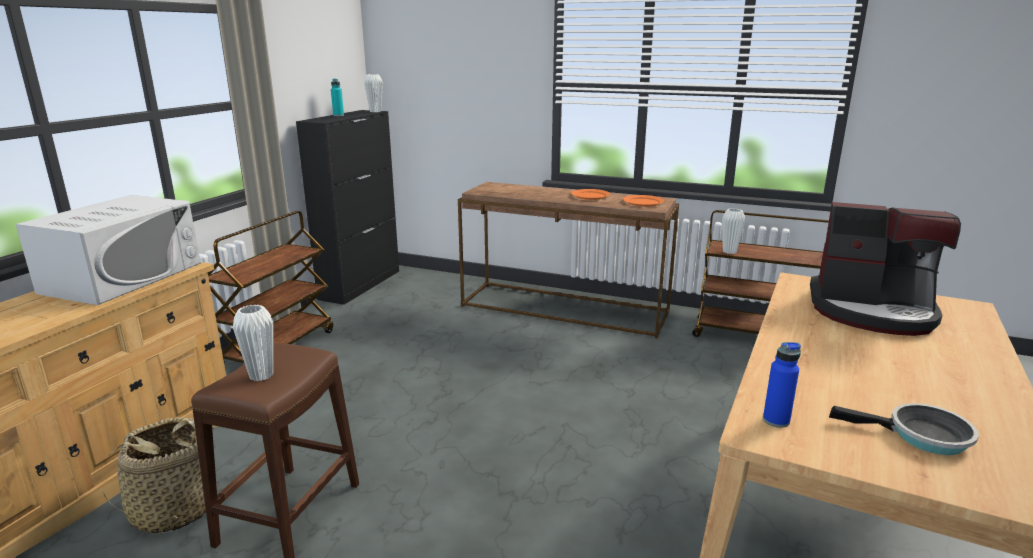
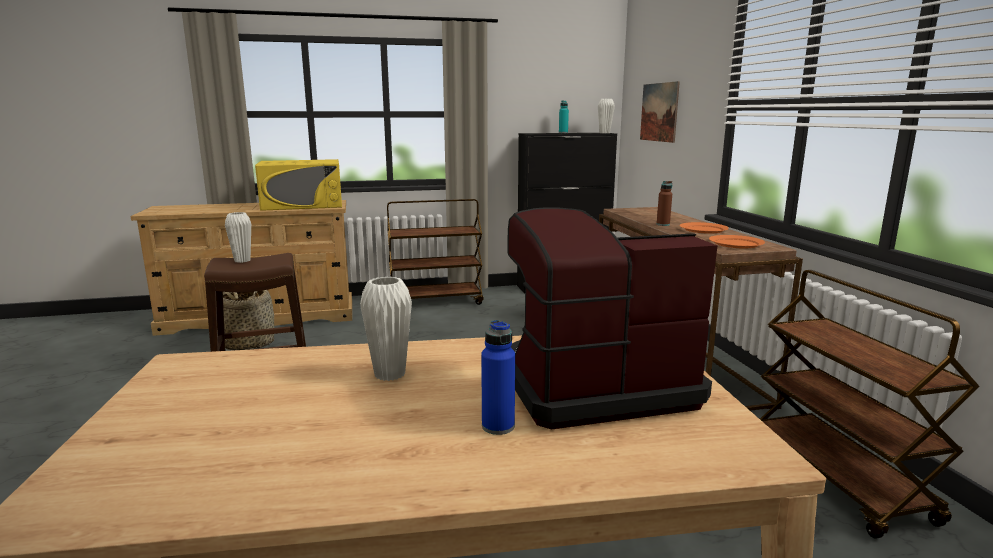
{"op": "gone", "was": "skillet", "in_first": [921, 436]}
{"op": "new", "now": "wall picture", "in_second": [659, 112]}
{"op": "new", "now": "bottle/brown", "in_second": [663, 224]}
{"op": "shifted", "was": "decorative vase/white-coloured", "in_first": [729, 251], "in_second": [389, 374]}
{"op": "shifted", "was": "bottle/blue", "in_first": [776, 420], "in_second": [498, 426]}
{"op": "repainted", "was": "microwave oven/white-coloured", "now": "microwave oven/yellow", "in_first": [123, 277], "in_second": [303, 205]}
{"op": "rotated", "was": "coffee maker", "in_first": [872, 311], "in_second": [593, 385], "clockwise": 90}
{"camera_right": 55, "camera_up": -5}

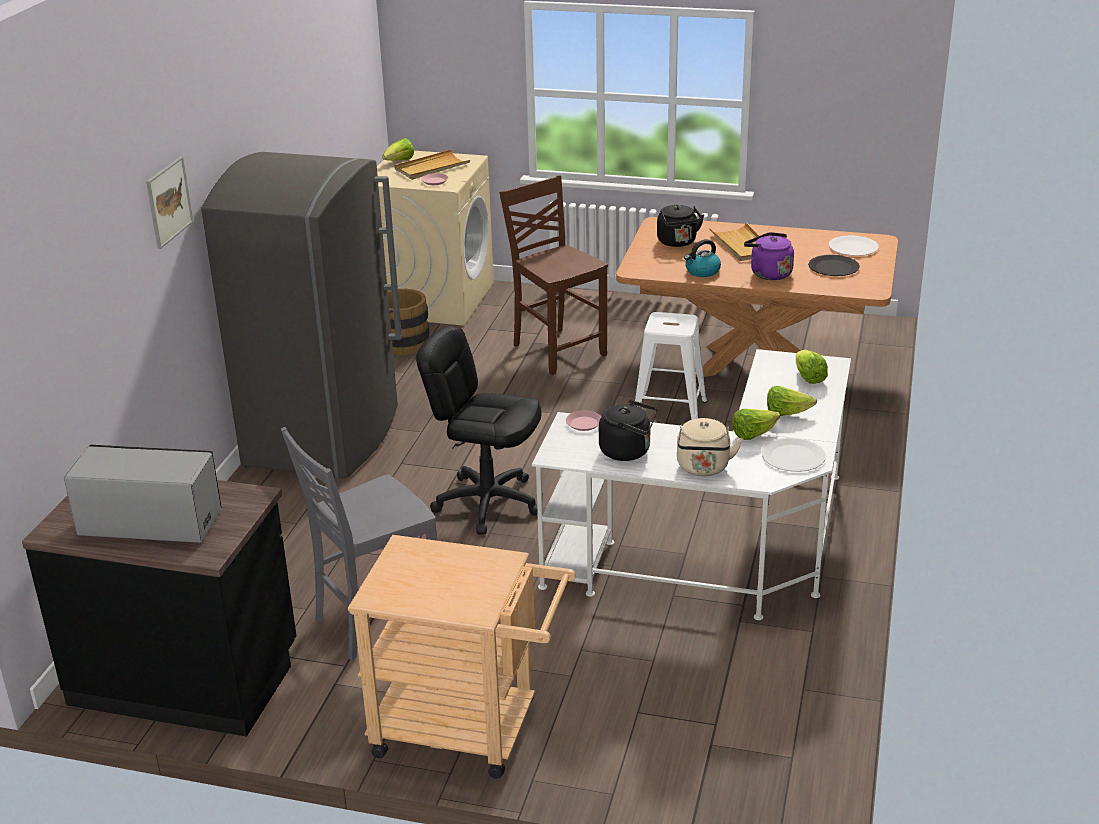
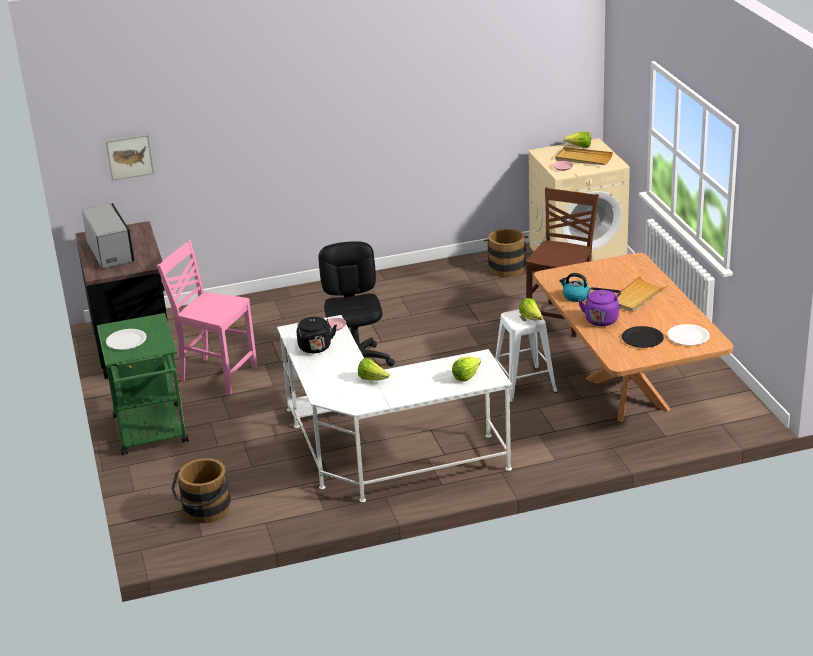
{"op": "gone", "was": "kitchen fridge/greyish", "in_first": [325, 437]}
{"op": "gone", "was": "water kettle/black", "in_first": [678, 242]}
{"op": "gone", "was": "water kettle/sand-coloured", "in_first": [703, 468]}
{"op": "new", "now": "water bucket/brown", "in_second": [205, 512]}
{"op": "shifted", "was": "wall picture", "in_first": [168, 202], "in_second": [129, 157]}
{"op": "shifted", "was": "flat dish/white-coloured", "in_first": [793, 457], "in_second": [126, 340]}
{"op": "shifted", "was": "head of lettuce", "in_first": [786, 413], "in_second": [531, 318]}
{"op": "repainted", "was": "plain chair/greyish", "now": "plain chair/pink", "in_first": [375, 622], "in_second": [217, 375]}
{"op": "repainted", "was": "wheeled cart/sand-coloured", "now": "wheeled cart/green", "in_first": [469, 730], "in_second": [152, 434]}
{"camera_right": 60, "camera_up": 0}

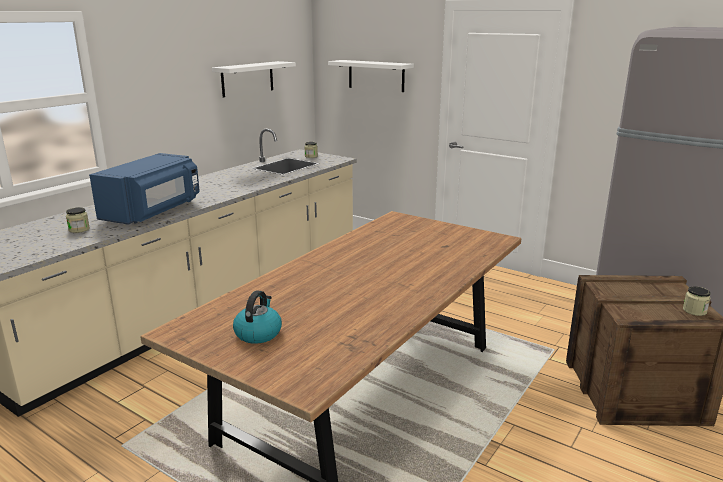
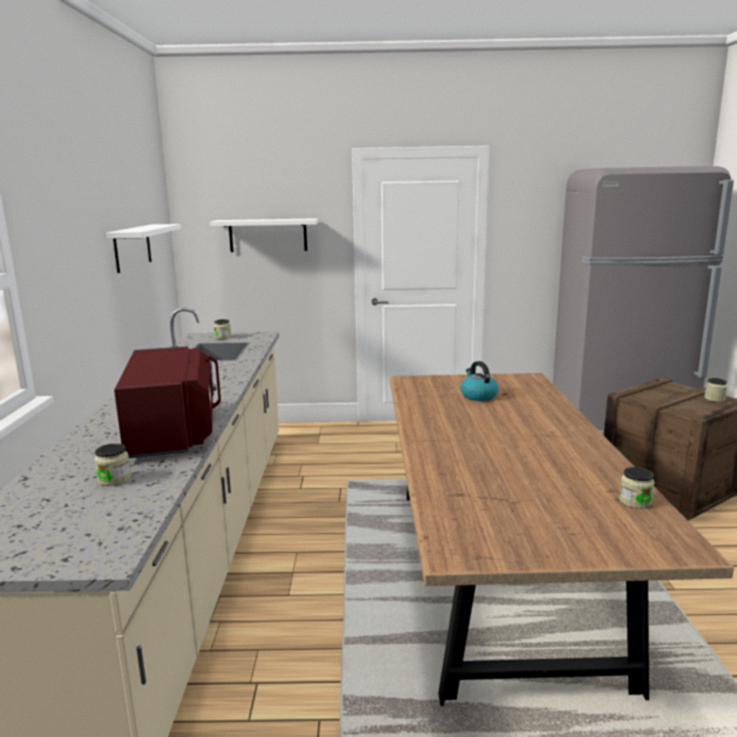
{"op": "new", "now": "preserve jar", "in_second": [635, 501]}
{"op": "shifted", "was": "water kettle", "in_first": [258, 333], "in_second": [478, 396]}
{"op": "repainted", "was": "microwave oven/blue", "now": "microwave oven/reddish", "in_first": [154, 212], "in_second": [174, 432]}
{"camera_right": -35, "camera_up": -5}

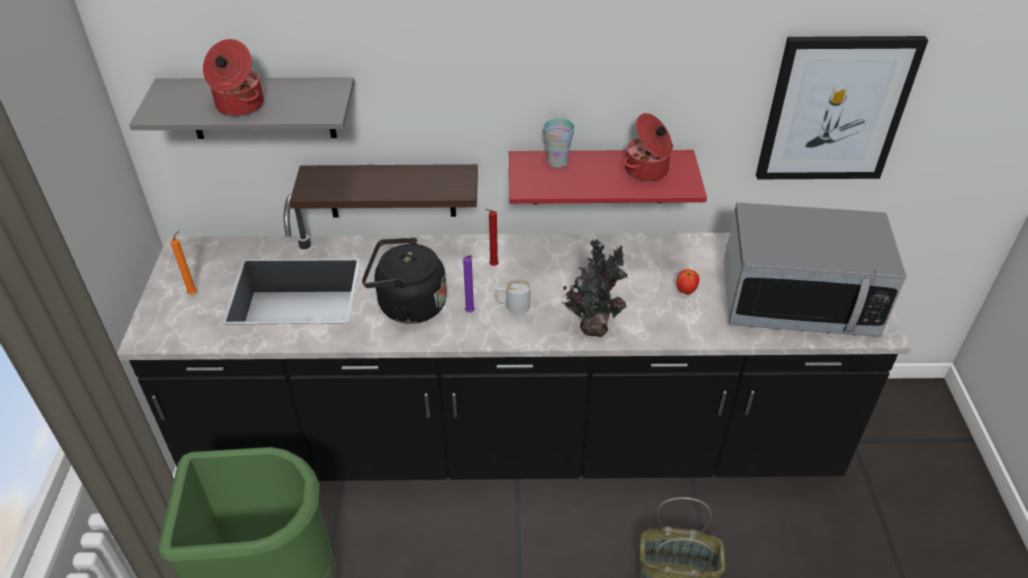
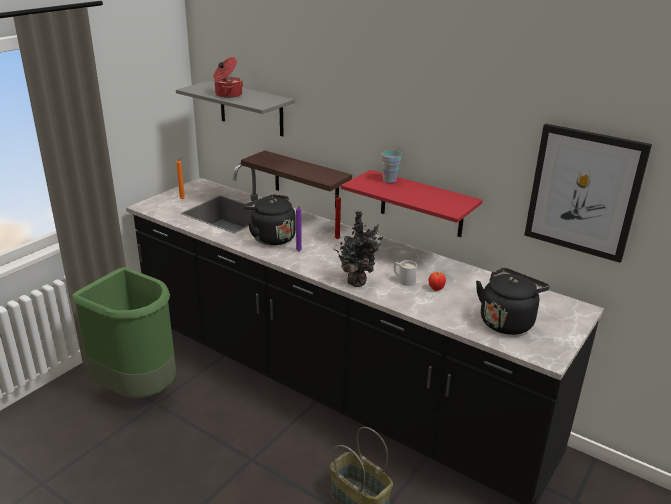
{"op": "gone", "was": "saucepot", "in_first": [647, 170]}
{"op": "shifted", "was": "coffee mug/white-coloured", "in_first": [512, 306], "in_second": [403, 280]}
{"op": "swapped", "was": "microwave oven", "now": "water kettle/black", "in_first": [798, 301], "in_second": [507, 321]}
{"camera_right": 35, "camera_up": -15}

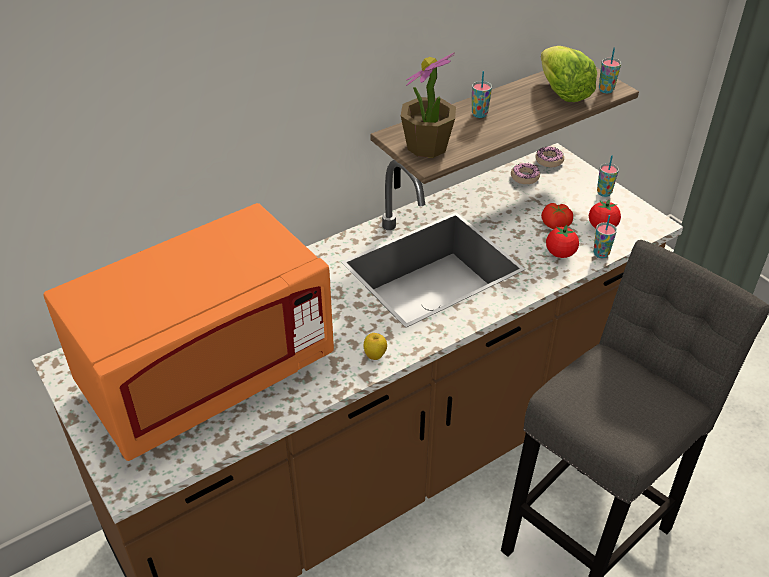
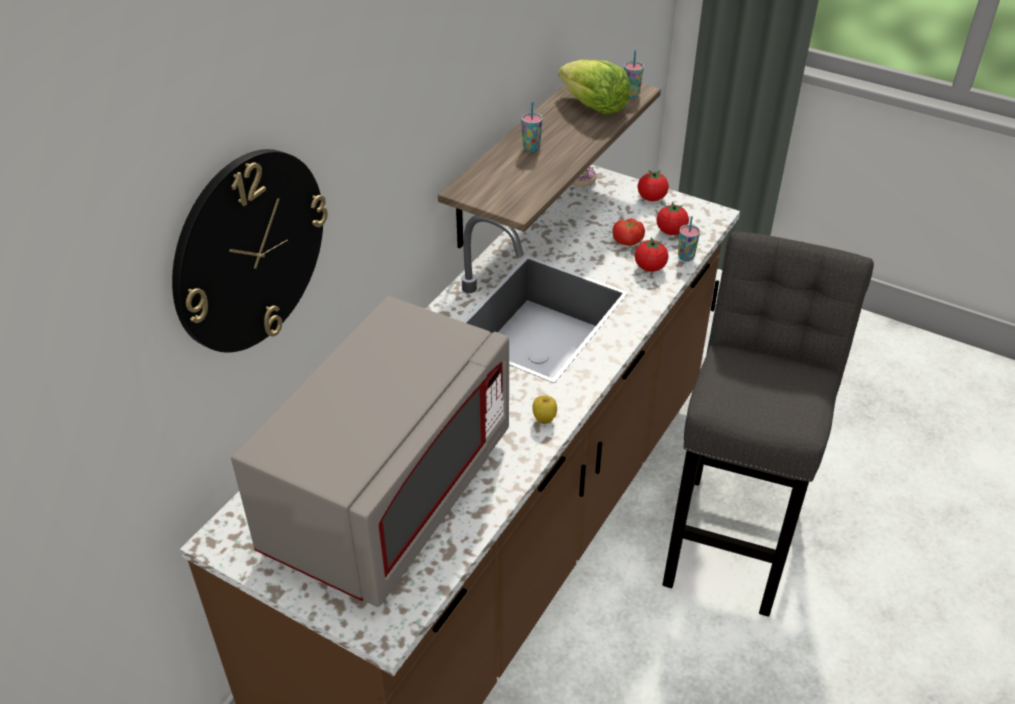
{"op": "gone", "was": "plant in a pot", "in_first": [427, 147]}
{"op": "gone", "was": "donut", "in_first": [524, 177]}
{"op": "new", "now": "wall clock", "in_second": [249, 251]}
{"op": "swapped", "was": "cup", "now": "tomato", "in_first": [604, 193], "in_second": [651, 198]}
{"op": "repainted", "was": "microwave oven/orange", "now": "microwave oven/greyish", "in_first": [208, 374], "in_second": [390, 495]}
{"camera_right": -25, "camera_up": 0}

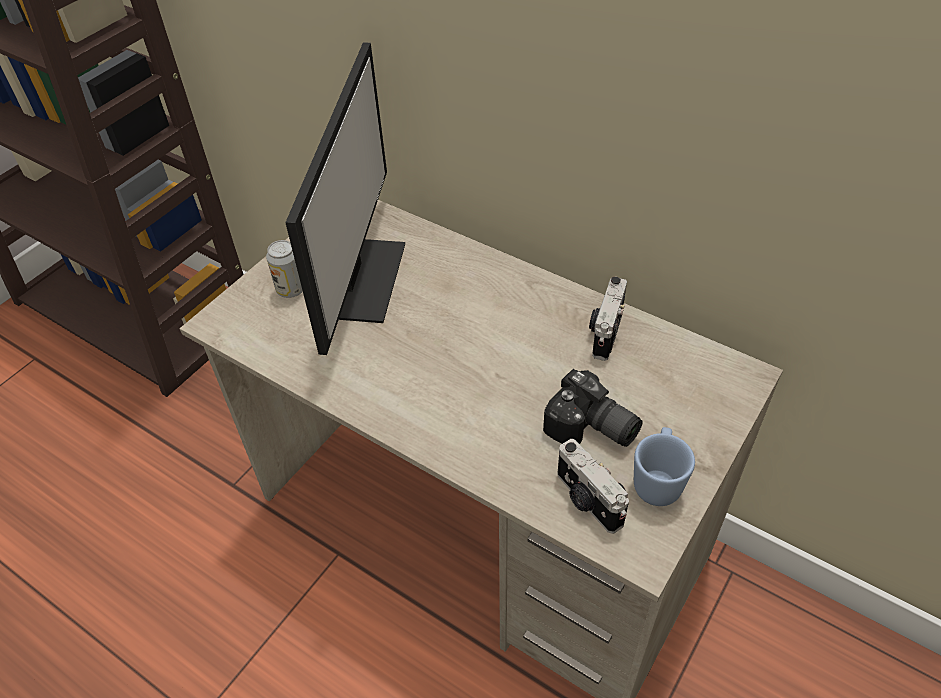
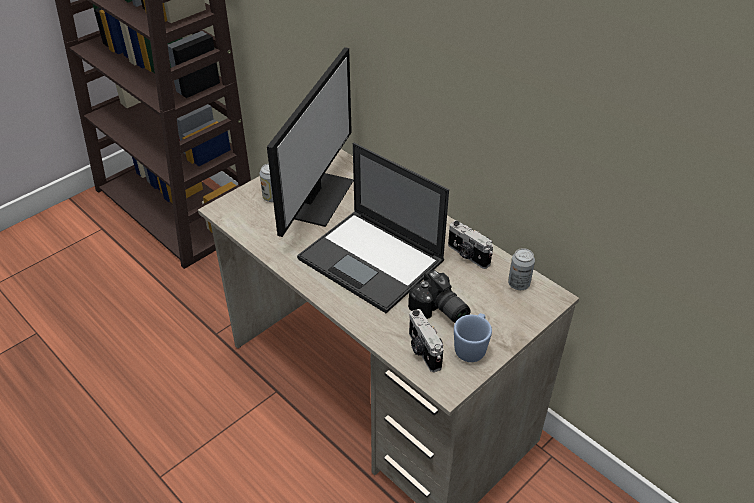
{"op": "new", "now": "notebook computer", "in_second": [372, 260]}
{"op": "new", "now": "sealed can", "in_second": [518, 284]}
{"op": "rotated", "was": "still camera", "in_first": [605, 332], "in_second": [467, 255], "clockwise": -75}
{"camera_right": 10, "camera_up": -5}

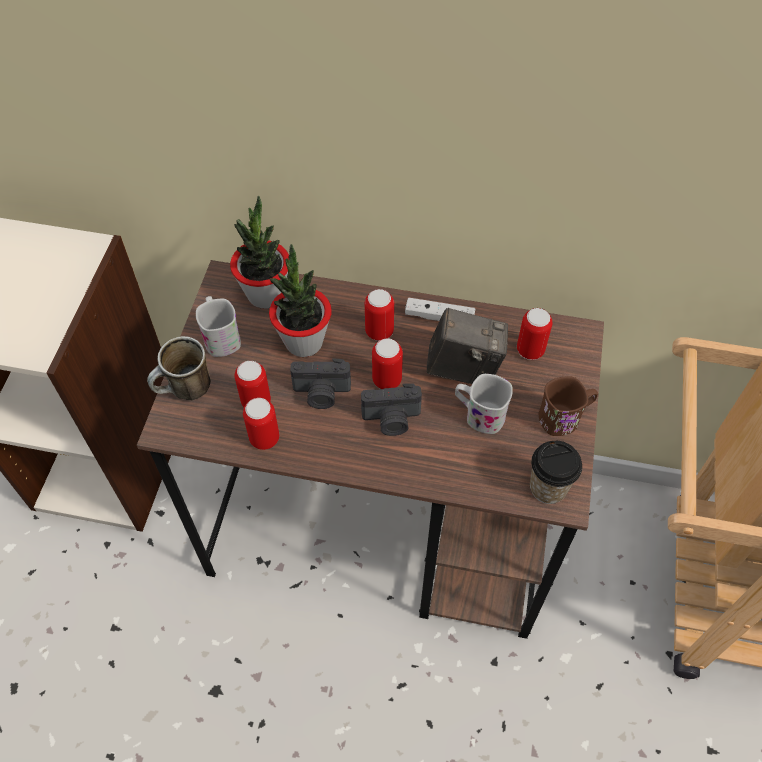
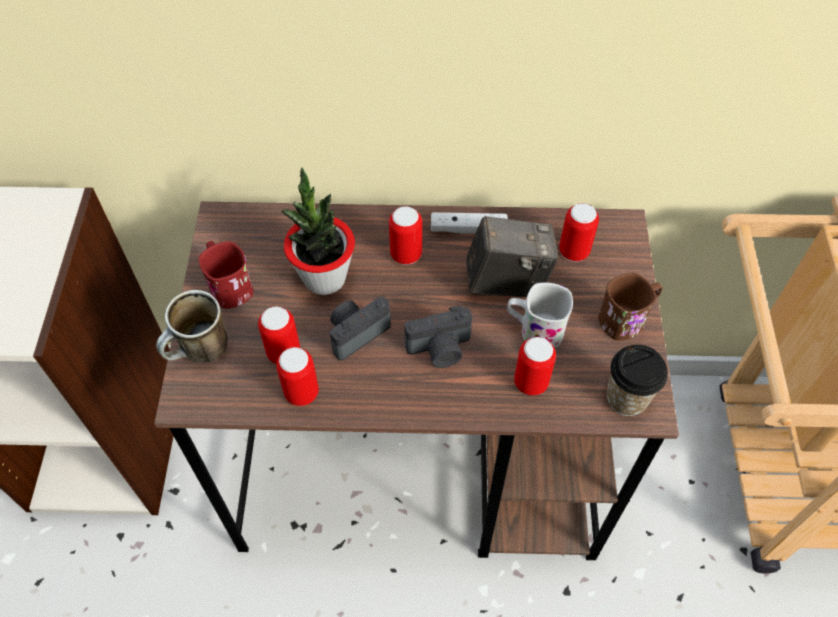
{"op": "gone", "was": "plant in a pot", "in_first": [265, 294]}
{"op": "shifted", "was": "sealed can", "in_first": [387, 380], "in_second": [530, 382]}
{"op": "repainted", "was": "coffee mug/white-coloured", "now": "coffee mug/reddish", "in_first": [220, 337], "in_second": [228, 285]}
{"op": "rotated", "was": "still camera", "in_first": [321, 394], "in_second": [356, 332], "clockwise": 150}
{"camera_right": -10, "camera_up": 0}

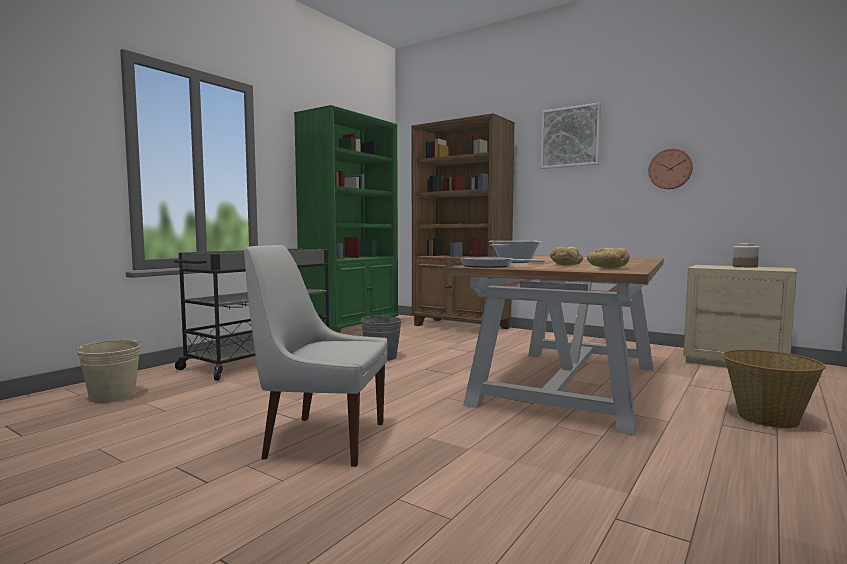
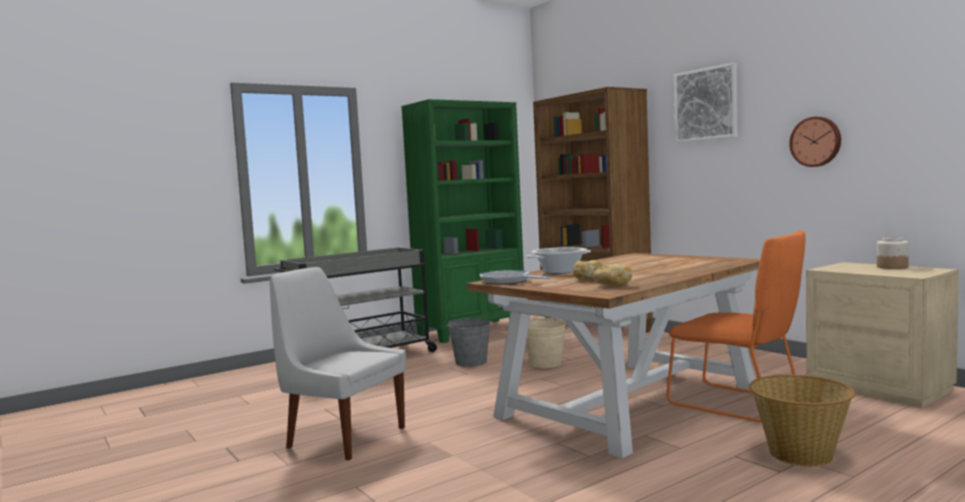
{"op": "new", "now": "plain chair/orange", "in_second": [739, 403]}
{"op": "shifted", "was": "water bucket/sand-coloured", "in_first": [112, 396], "in_second": [545, 363]}
{"camera_right": 20, "camera_up": 0}

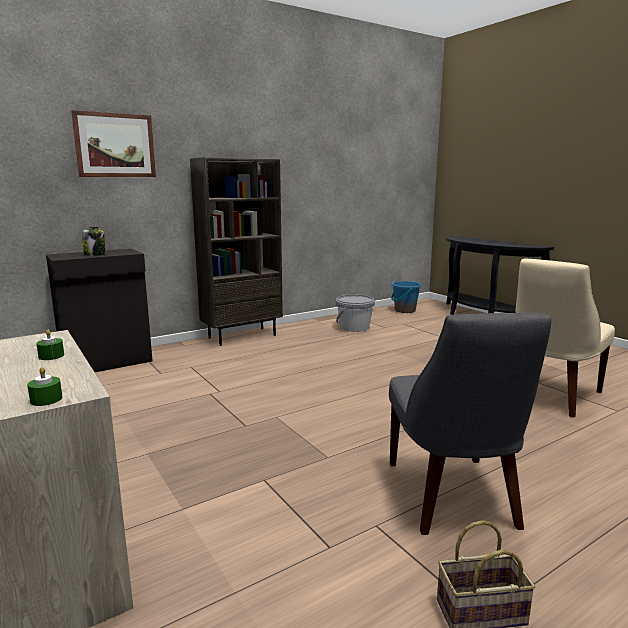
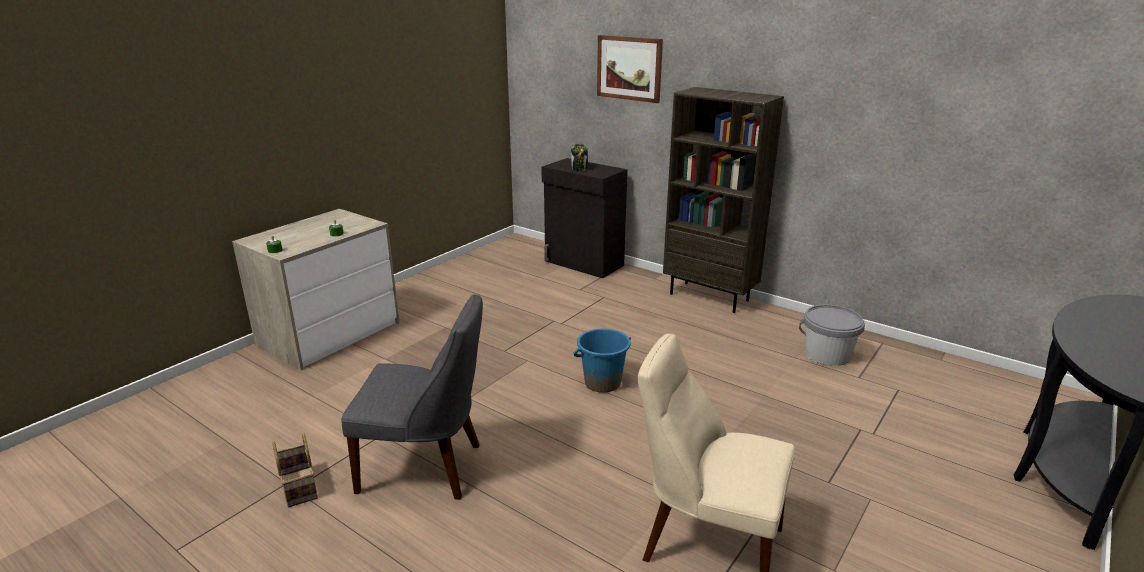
{"op": "shifted", "was": "water bucket/blue", "in_first": [405, 310], "in_second": [602, 383]}
{"op": "rotated", "was": "plain chair/greyish", "in_first": [453, 498], "in_second": [426, 468], "clockwise": -150}
{"camera_right": 70, "camera_up": 10}

